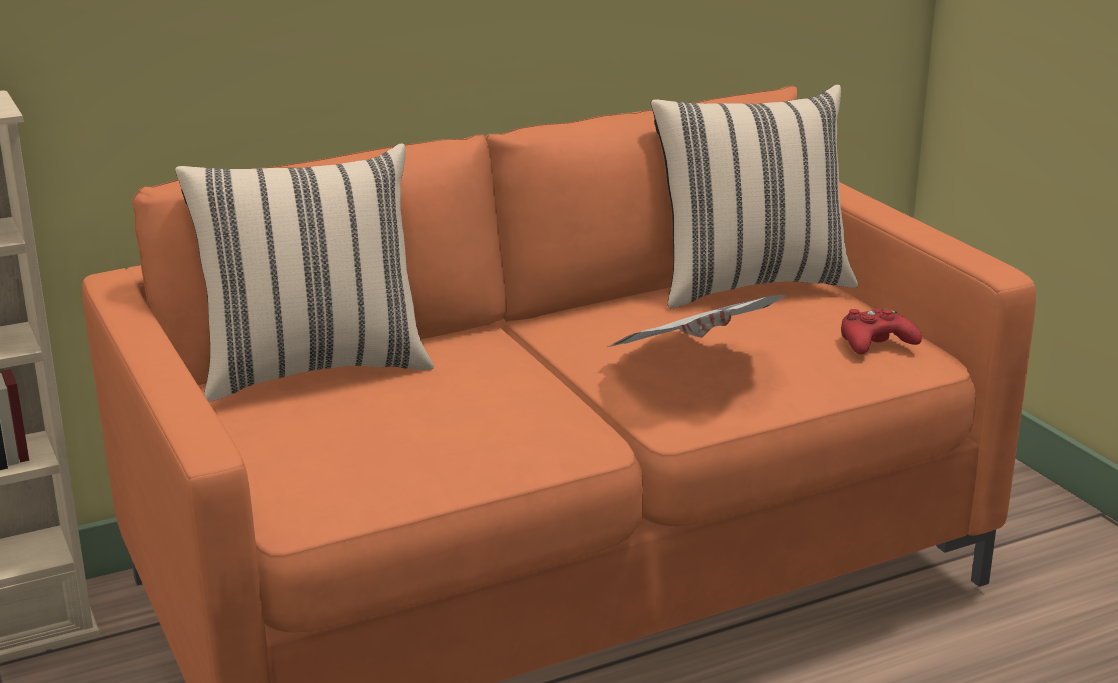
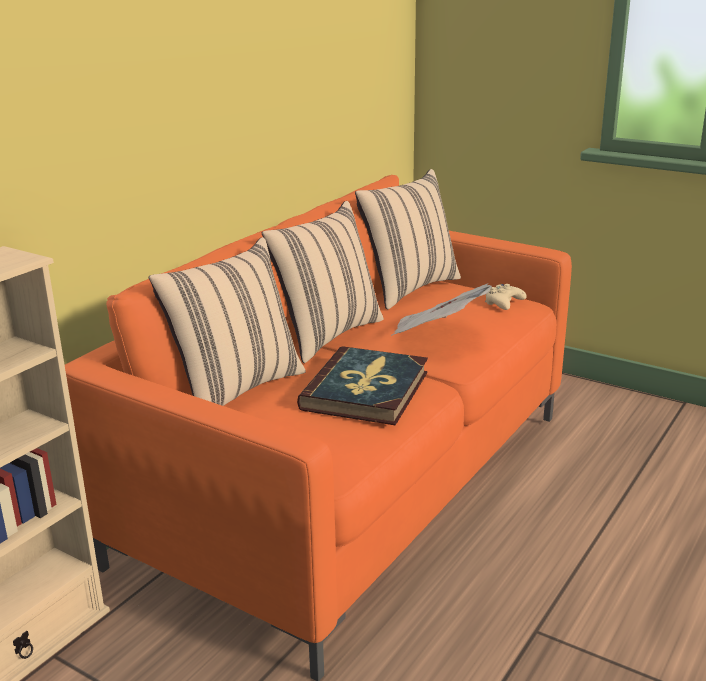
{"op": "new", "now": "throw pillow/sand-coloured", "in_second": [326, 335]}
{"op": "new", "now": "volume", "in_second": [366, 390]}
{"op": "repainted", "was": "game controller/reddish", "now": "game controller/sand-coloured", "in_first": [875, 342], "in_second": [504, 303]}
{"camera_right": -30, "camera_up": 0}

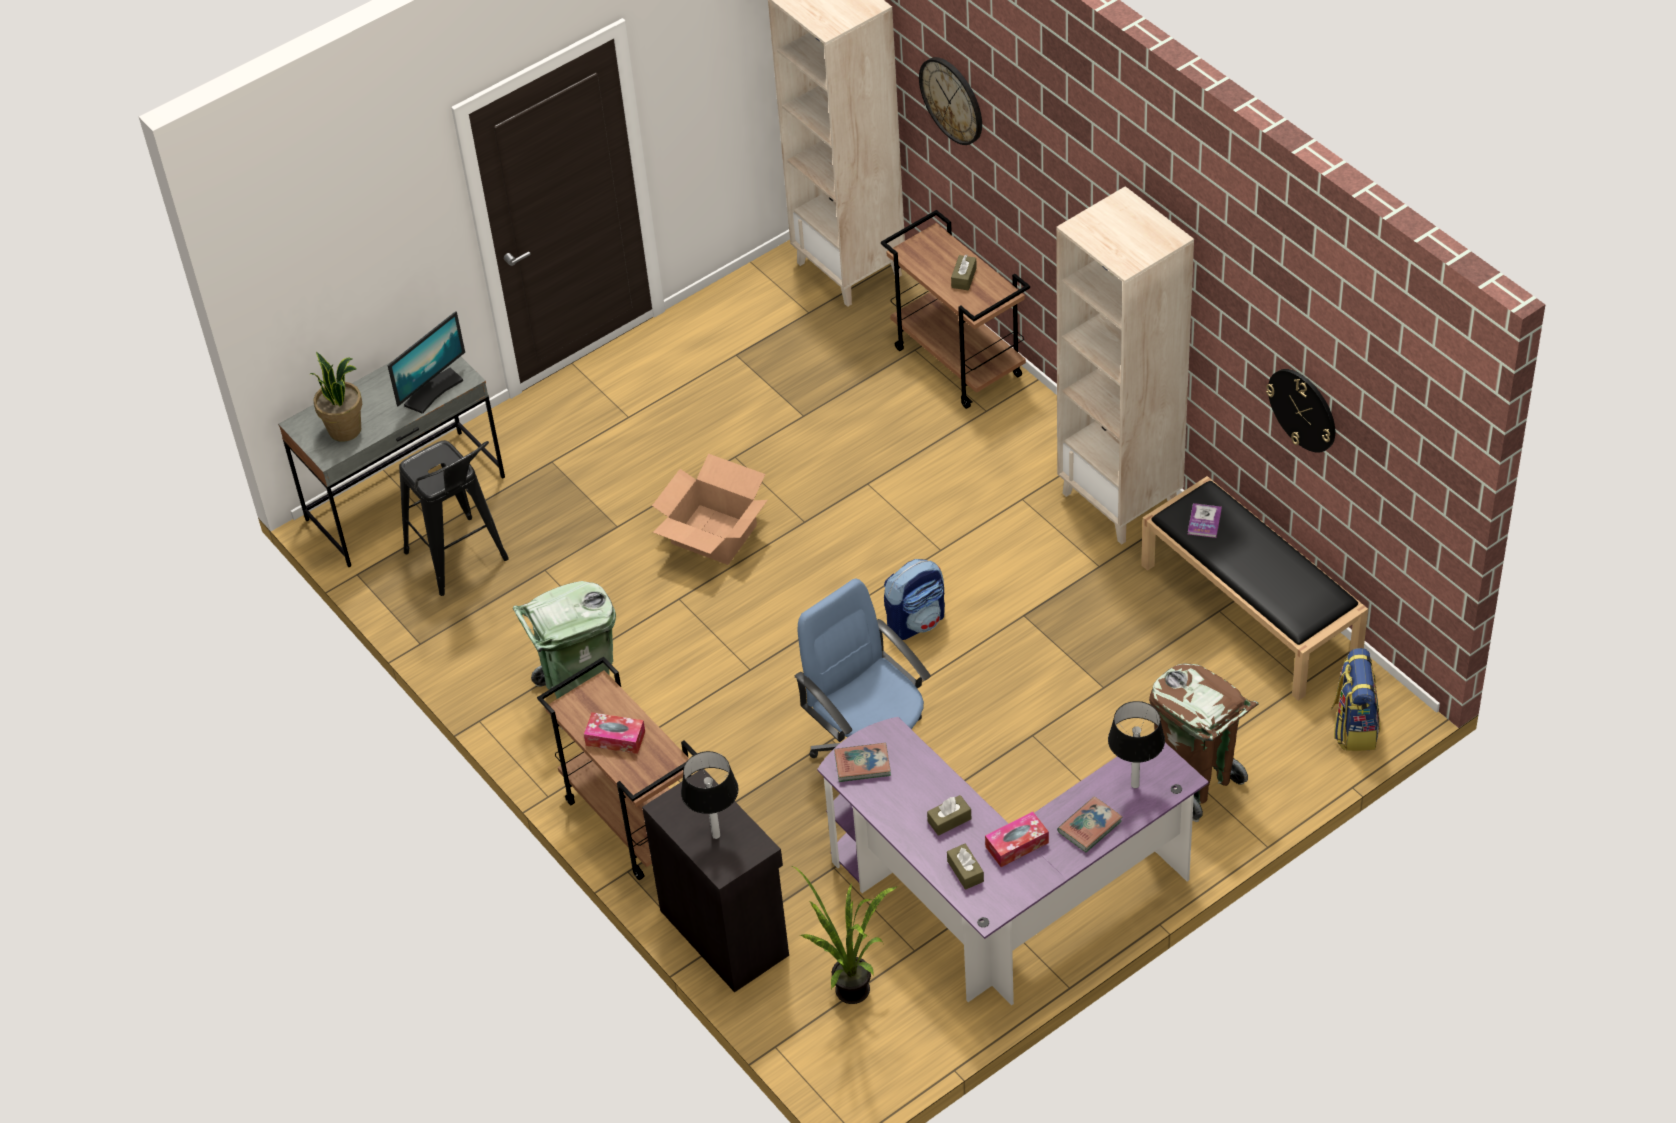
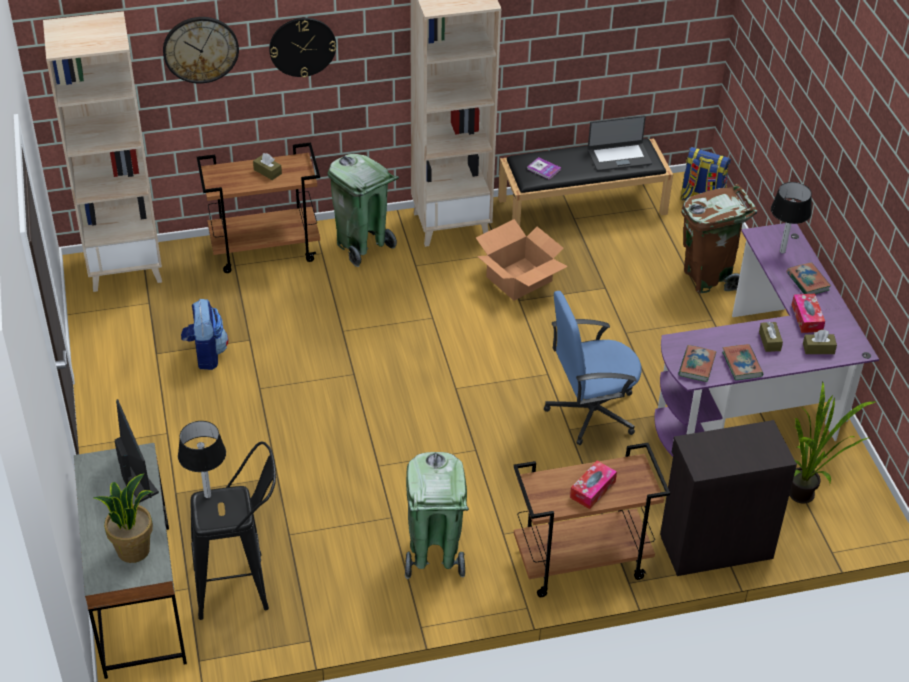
{"op": "new", "now": "trash can/green", "in_second": [362, 245]}
{"op": "new", "now": "notebook computer", "in_second": [619, 157]}
{"op": "new", "now": "volume", "in_second": [742, 364]}
{"op": "shifted", "was": "packing box", "in_first": [713, 535], "in_second": [519, 279]}
{"op": "shifted", "was": "table lamp", "in_first": [716, 836], "in_second": [208, 495]}
{"op": "shifted", "was": "knapsack", "in_first": [916, 621], "in_second": [206, 354]}
{"op": "shifted", "was": "wall clock", "in_first": [1303, 409], "in_second": [302, 46]}
{"camera_right": -70, "camera_up": -5}

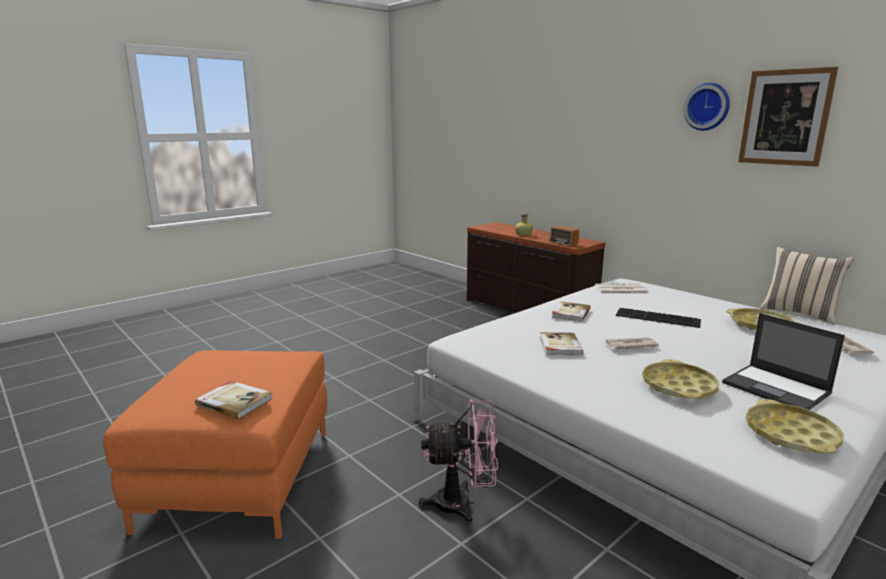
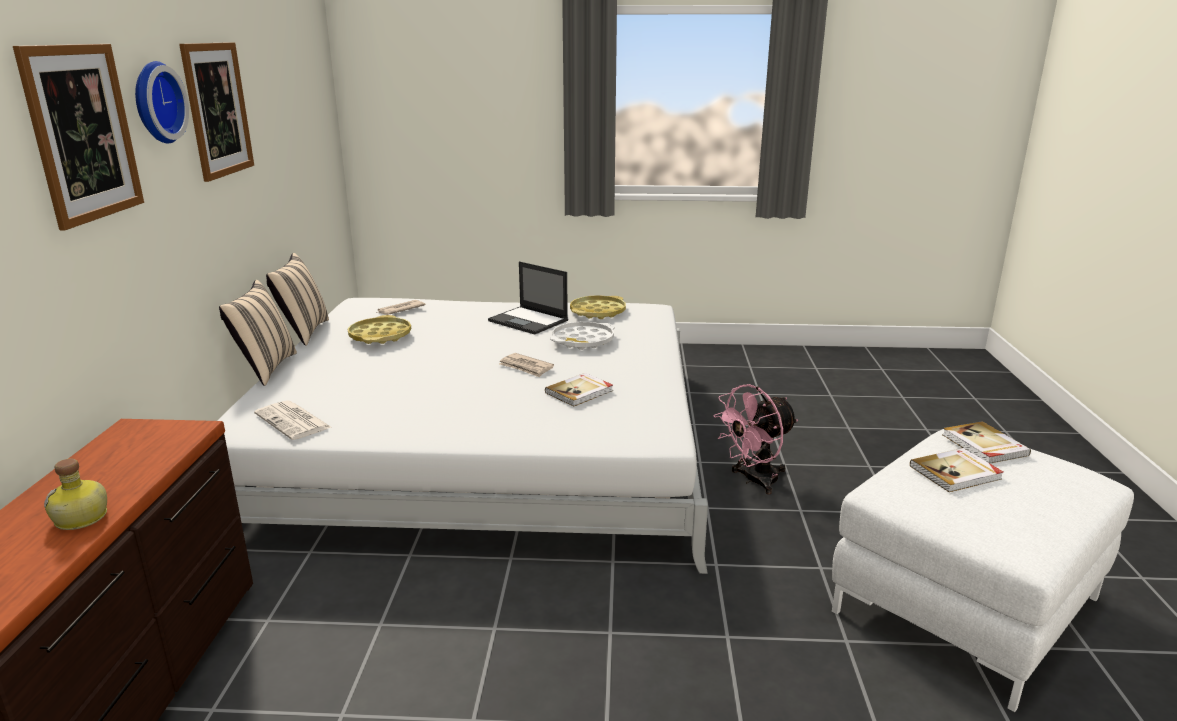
{"op": "gone", "was": "radio receiver", "in_first": [558, 239]}
{"op": "gone", "was": "computer keyboard", "in_first": [656, 318]}
{"op": "new", "now": "wall picture", "in_second": [83, 133]}
{"op": "new", "now": "throw pillow/sand-coloured", "in_second": [265, 369]}
{"op": "shifted", "was": "volume", "in_first": [570, 313], "in_second": [956, 473]}
{"op": "repainted", "was": "footrest/orange", "now": "footrest/white-coloured", "in_first": [239, 476], "in_second": [966, 606]}
{"op": "repainted", "was": "carrying tray/yellow", "now": "carrying tray/white-coloured", "in_first": [678, 386], "in_second": [583, 341]}
{"op": "rotated", "was": "electric fan/pink", "in_first": [462, 503], "in_second": [754, 481], "clockwise": -75}
{"op": "rotated", "was": "notebook computer", "in_first": [777, 388], "in_second": [529, 321], "clockwise": 120}
{"camera_right": -135, "camera_up": 5}

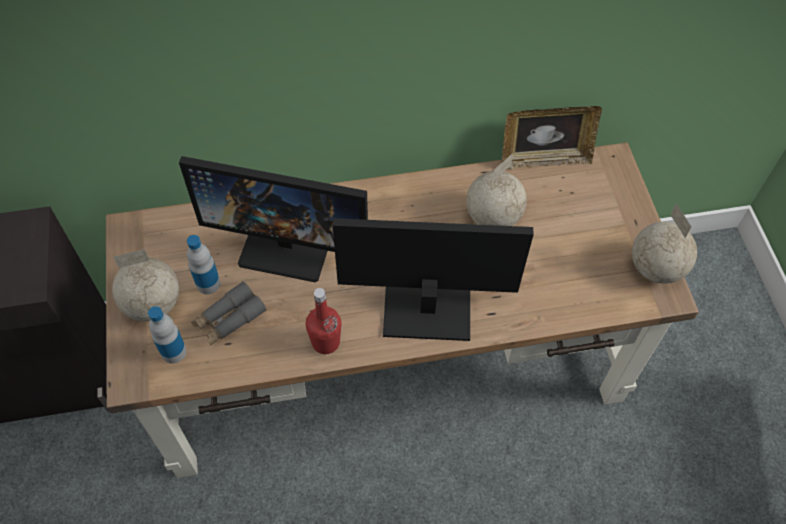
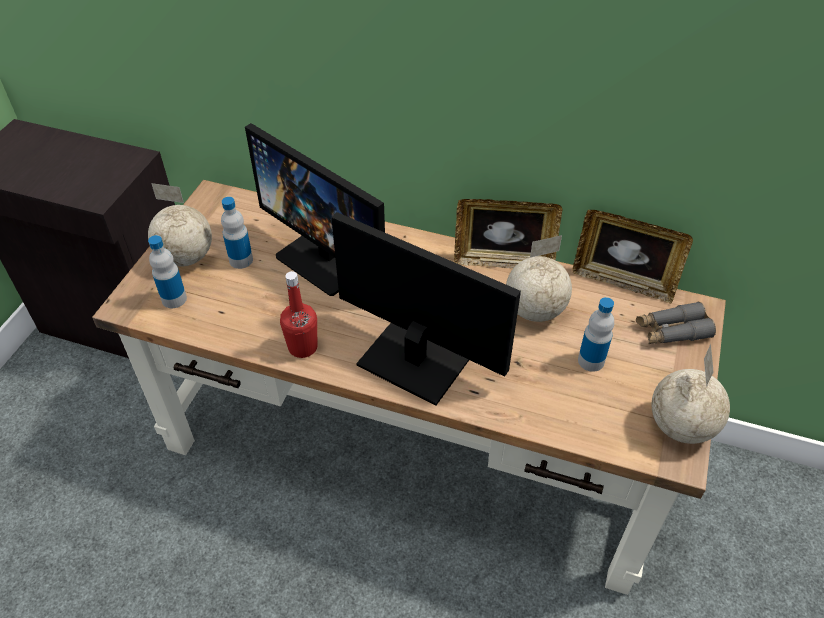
{"op": "new", "now": "photo frame", "in_second": [503, 261]}
{"op": "new", "now": "bottle", "in_second": [591, 361]}
{"op": "shifted", "was": "binoculars/greyish", "in_first": [229, 319], "in_second": [672, 331]}
{"camera_right": 30, "camera_up": -10}

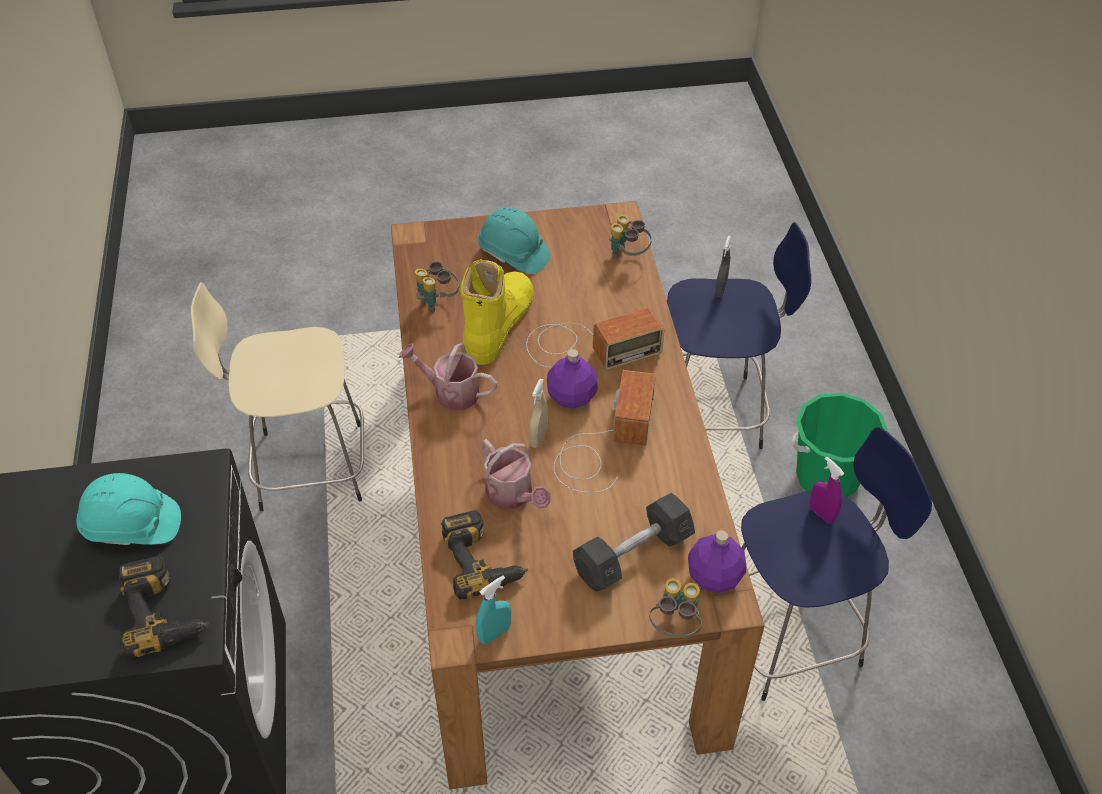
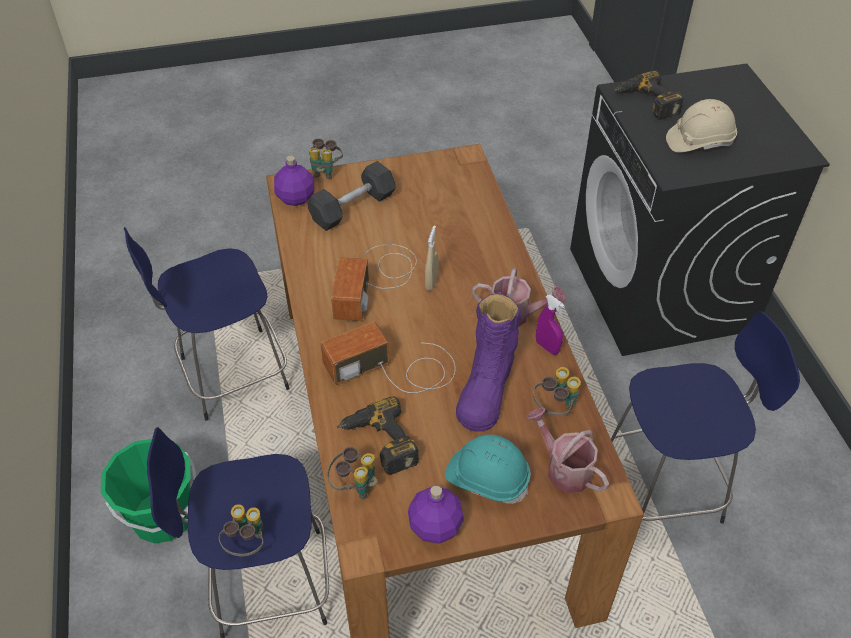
{"op": "gone", "was": "spray bottle/turquoise-coloured", "in_first": [494, 633]}
{"op": "shifted", "was": "electric drill", "in_first": [483, 560], "in_second": [378, 443]}
{"op": "shifted", "was": "watering pot", "in_first": [513, 496], "in_second": [564, 468]}
{"op": "shifted", "was": "bottle/purple-coloured", "in_first": [572, 396], "in_second": [434, 526]}
{"op": "shifted", "was": "spray bottle/purple-coloured", "in_first": [821, 513], "in_second": [547, 347]}
{"op": "swapped", "was": "spray bottle/greyish", "now": "binoculars", "in_first": [720, 290], "in_second": [247, 544]}
{"op": "repainted", "was": "safety helmet/turquoise-coloured", "now": "safety helmet/sand-coloured", "in_first": [132, 526], "in_second": [699, 141]}
{"op": "repainted", "was": "sitting stool/sand-coloured", "now": "sitting stool/blue", "in_first": [306, 467], "in_second": [665, 489]}
{"op": "repainted", "was": "tall boot/yellow", "now": "tall boot/purple-coloured", "in_first": [498, 324], "in_second": [486, 386]}
{"camera_right": 175, "camera_up": 0}

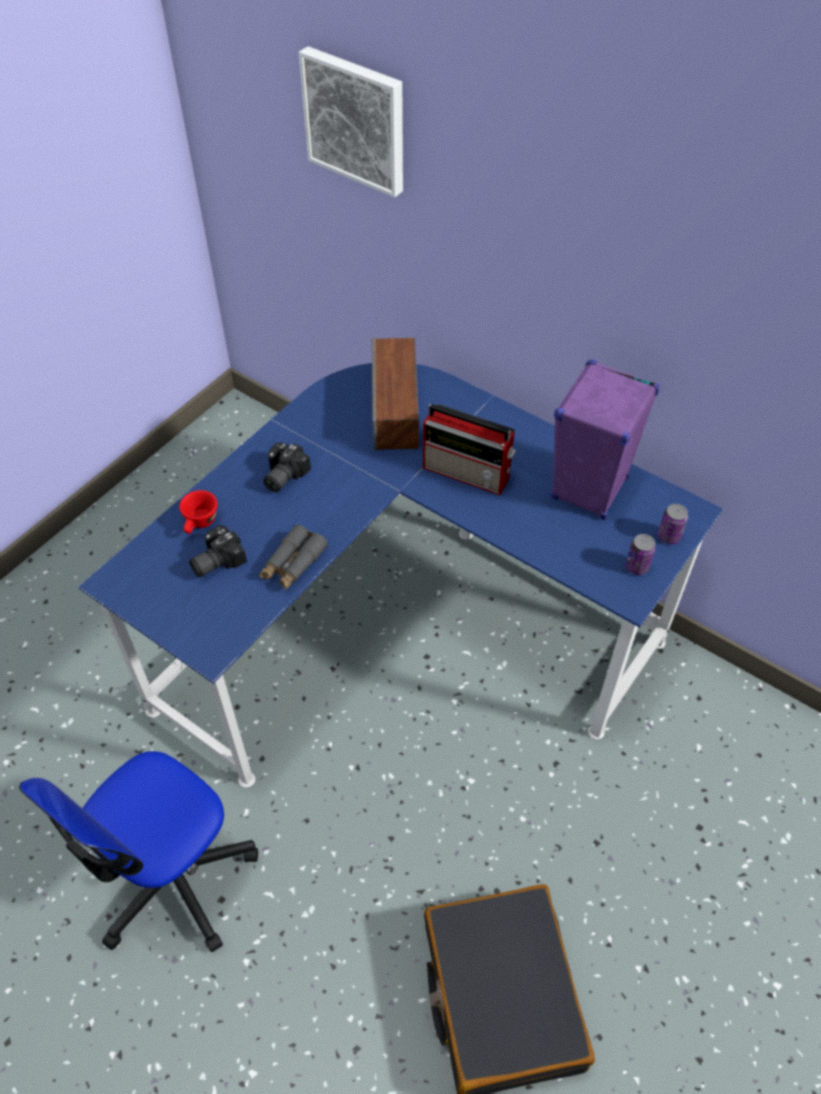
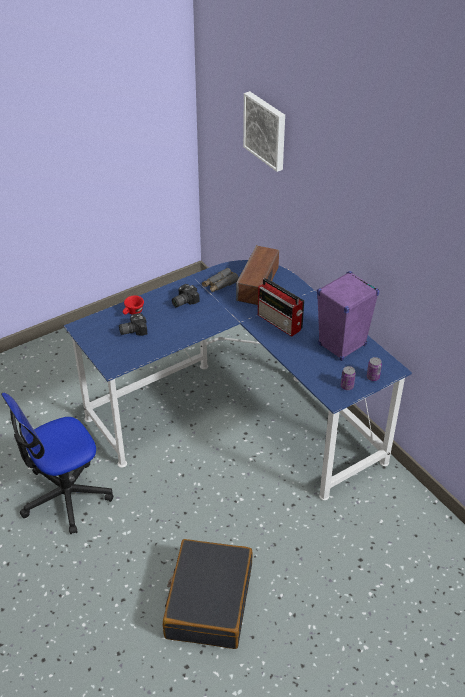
{"op": "shifted", "was": "binoculars/greyish", "in_first": [293, 564], "in_second": [219, 284]}
{"camera_right": 20, "camera_up": -10}

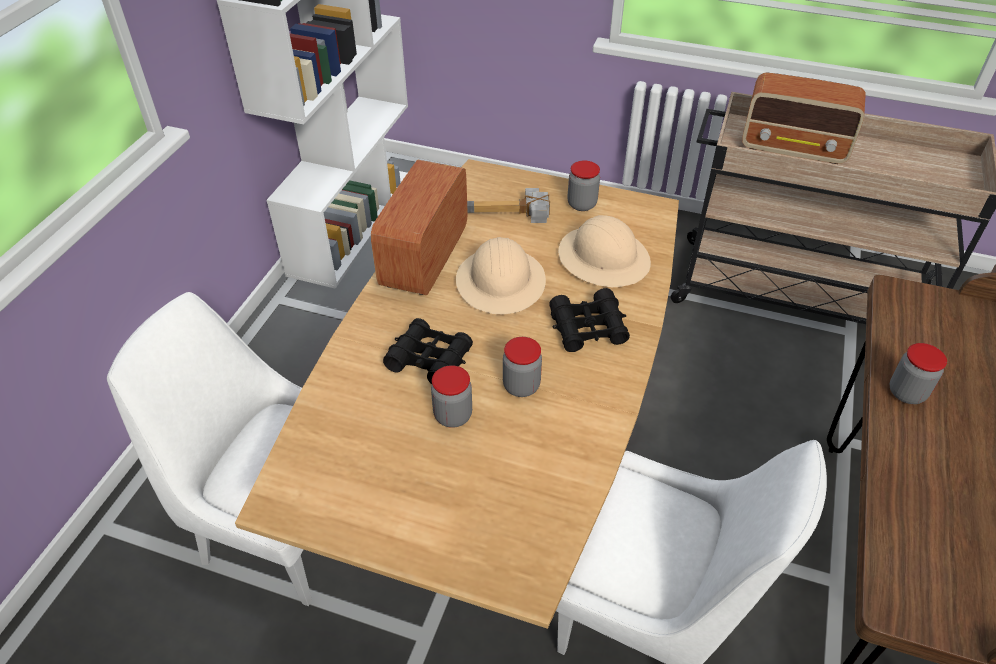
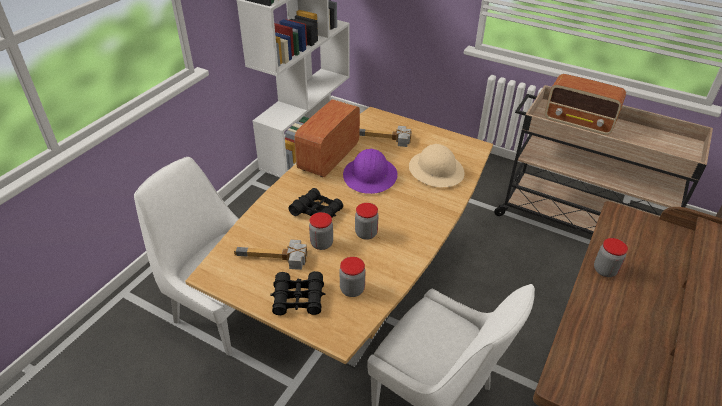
{"op": "new", "now": "hammer", "in_second": [273, 260]}
{"op": "shifted", "was": "binoculars/black", "in_first": [588, 328], "in_second": [298, 298]}
{"op": "shifted", "was": "preserve jar", "in_first": [582, 204], "in_second": [352, 289]}
{"op": "repainted", "was": "safety helmet/sand-coloured", "now": "safety helmet/purple-coloured", "in_first": [501, 282], "in_second": [370, 176]}
{"camera_right": 10, "camera_up": -5}

